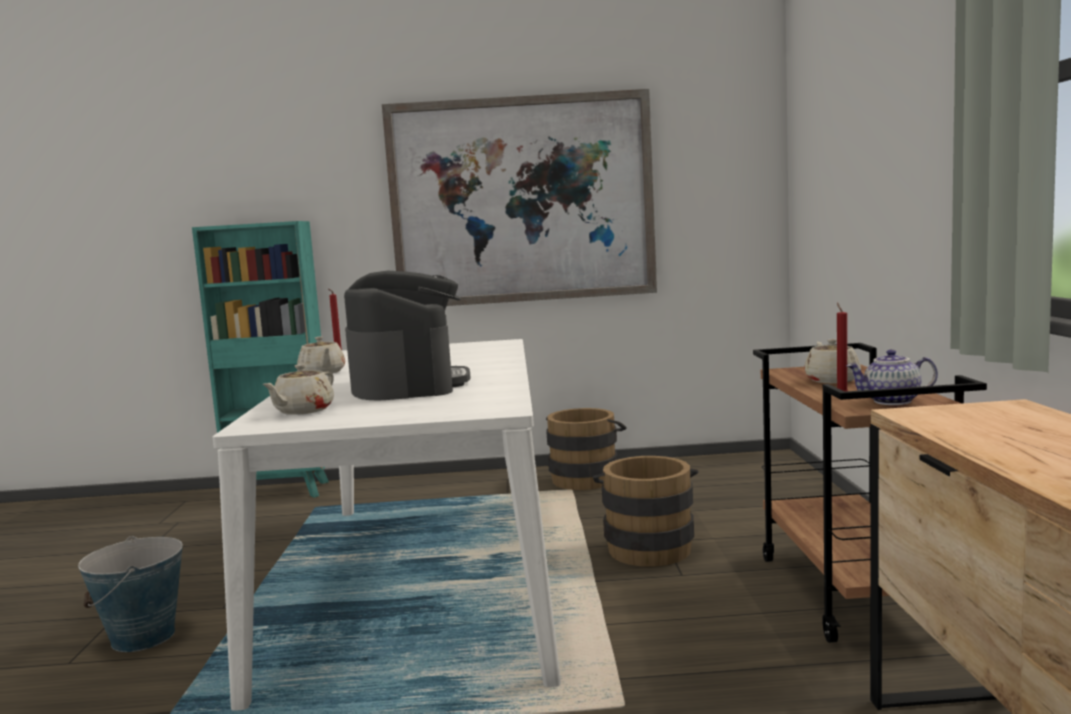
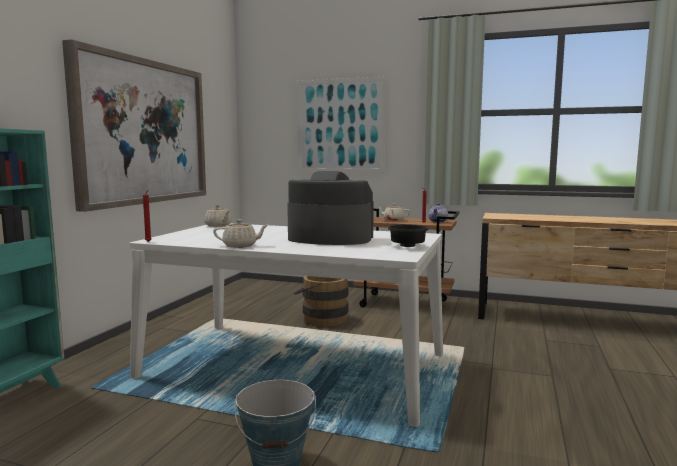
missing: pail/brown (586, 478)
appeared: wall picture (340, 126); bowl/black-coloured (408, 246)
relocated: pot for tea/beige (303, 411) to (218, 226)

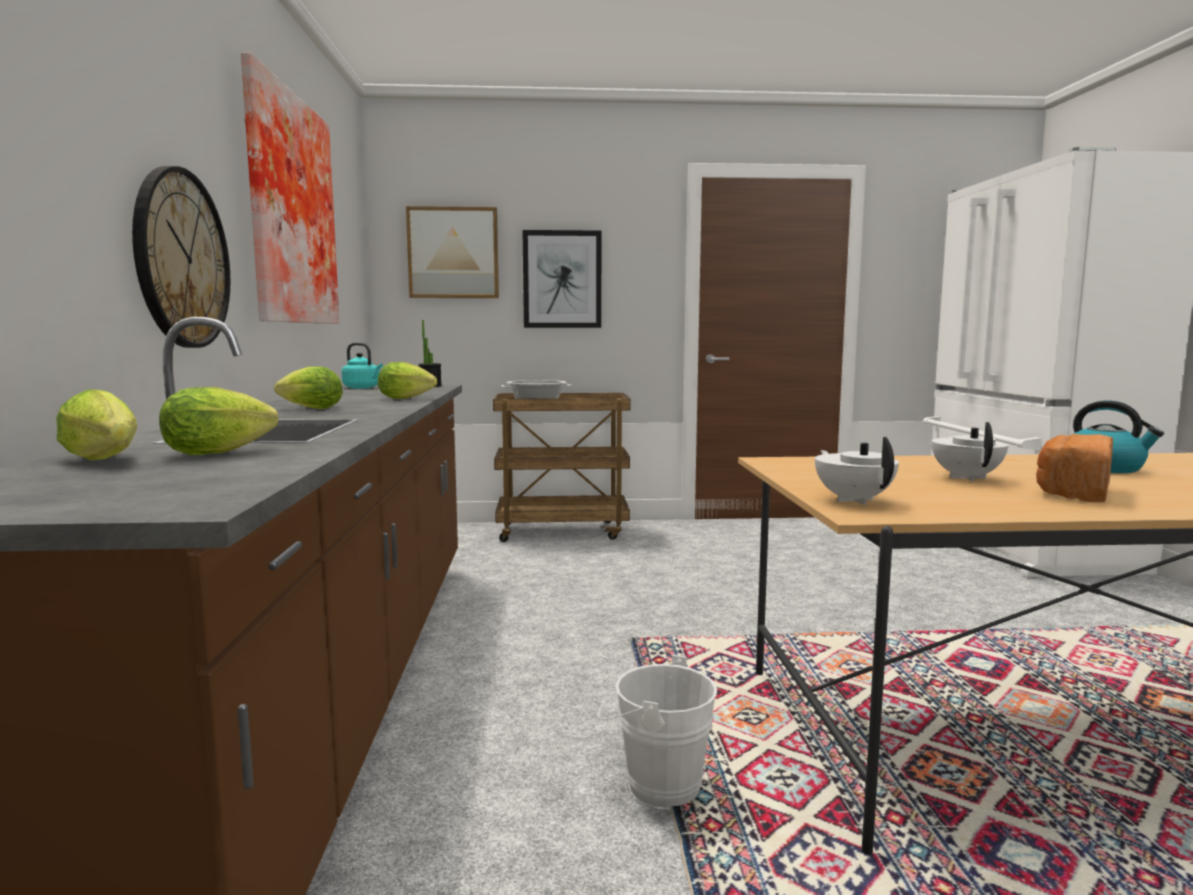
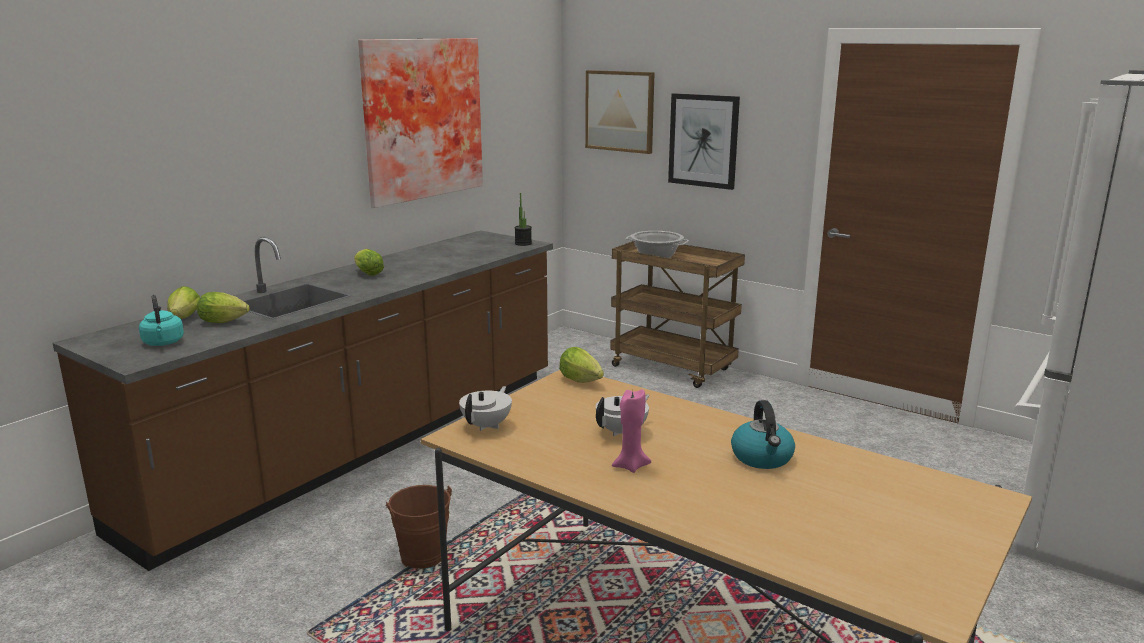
missing: clock on the wall (181, 259)
relocated: tea kettle/turquoise-coloured (363, 388) to (163, 343); lettuce head (409, 398) to (583, 382)
exchanged: bread (1071, 492) to candle/pink (630, 466)
colour: pail/white-coloured (656, 784) to pail/brown (421, 554)

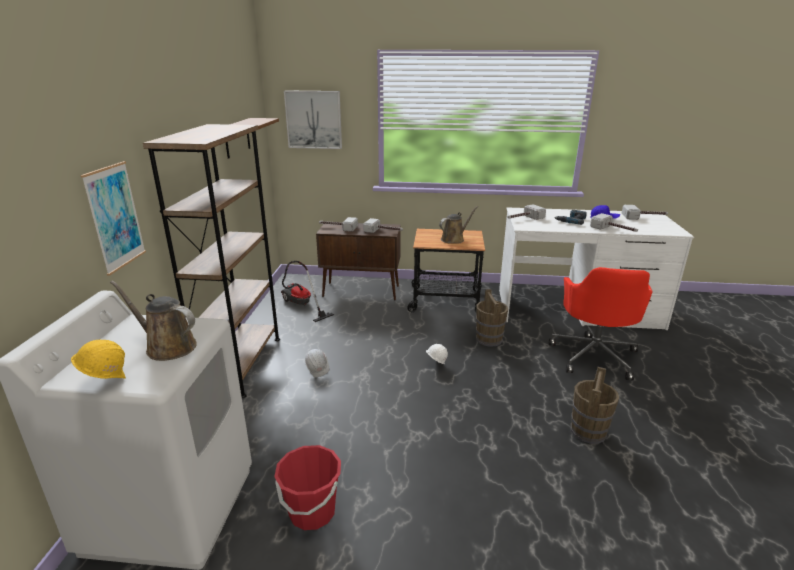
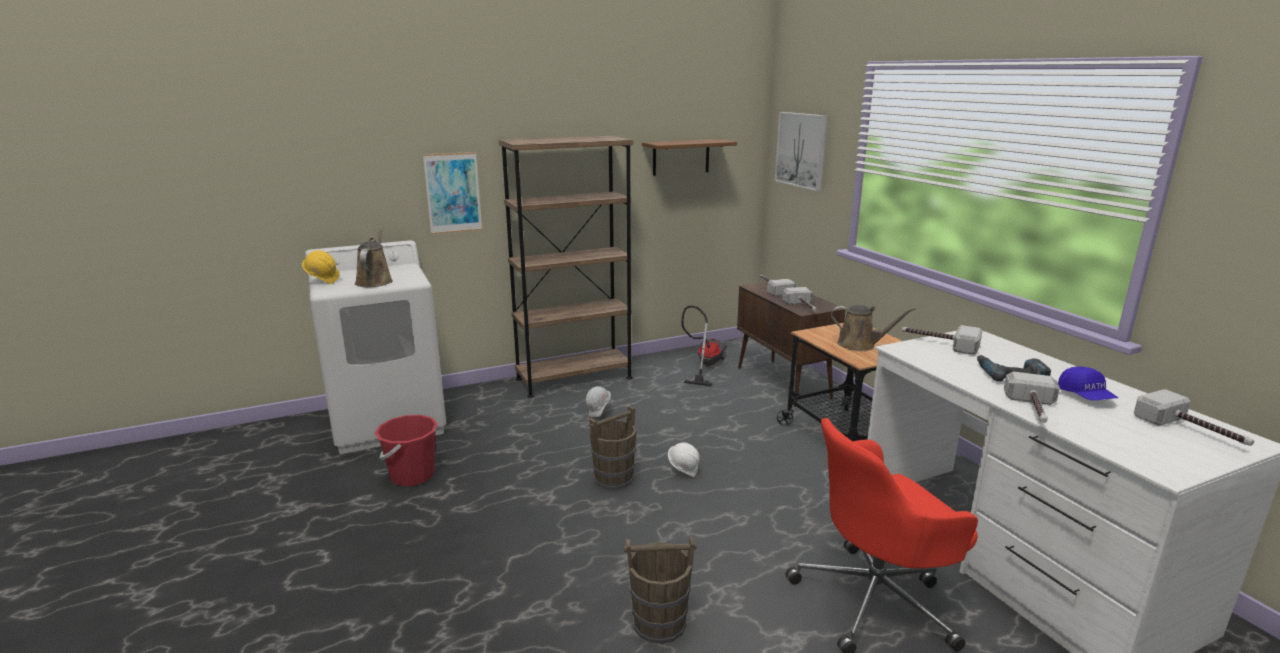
relocated: pail/brown (489, 339) to (614, 478)

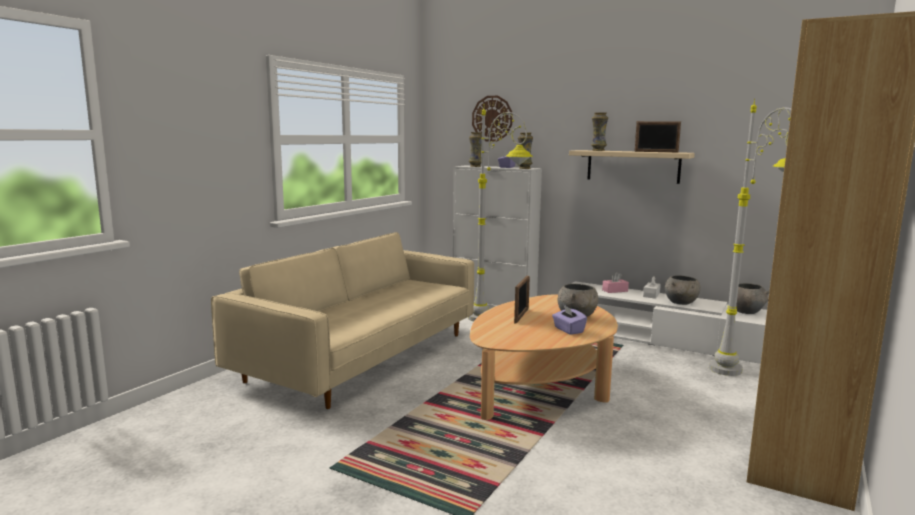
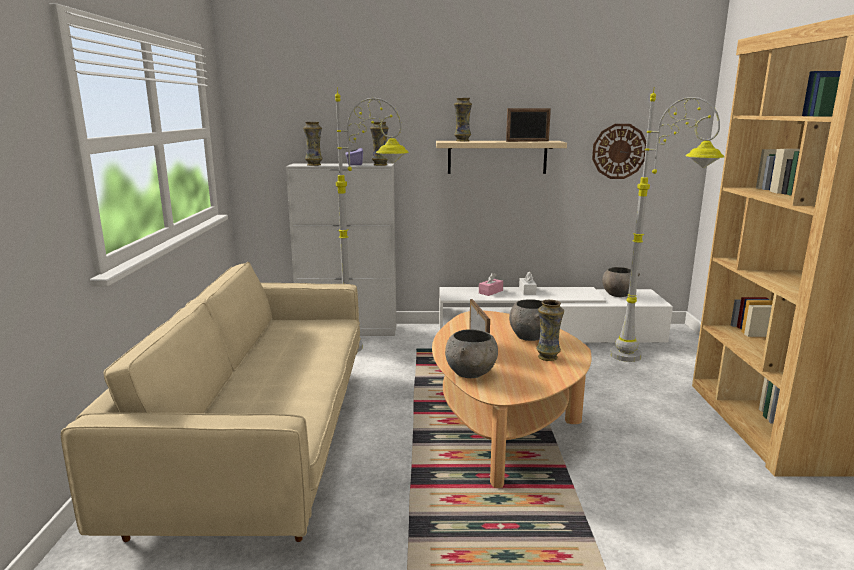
relocated: bowl/gray (681, 303) to (471, 373); clock on the wall (492, 118) to (619, 151)
exchanged: tissue holder/purple (568, 330) to decorative vase (548, 357)

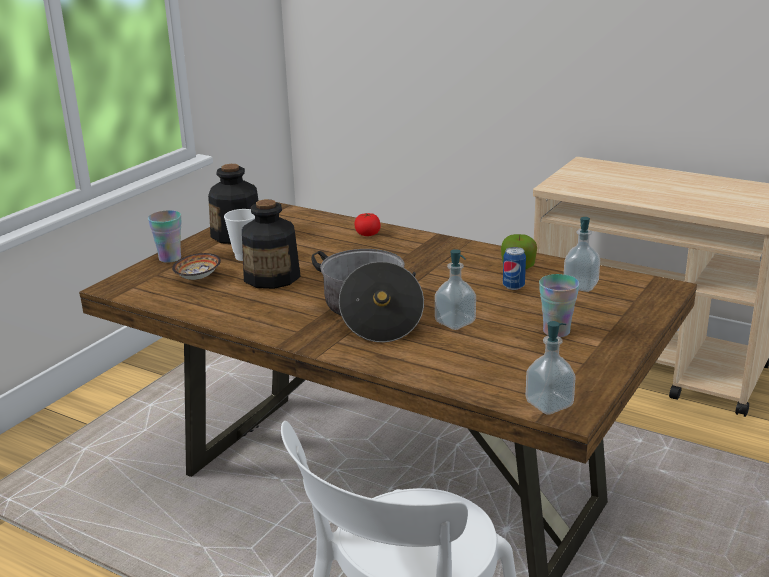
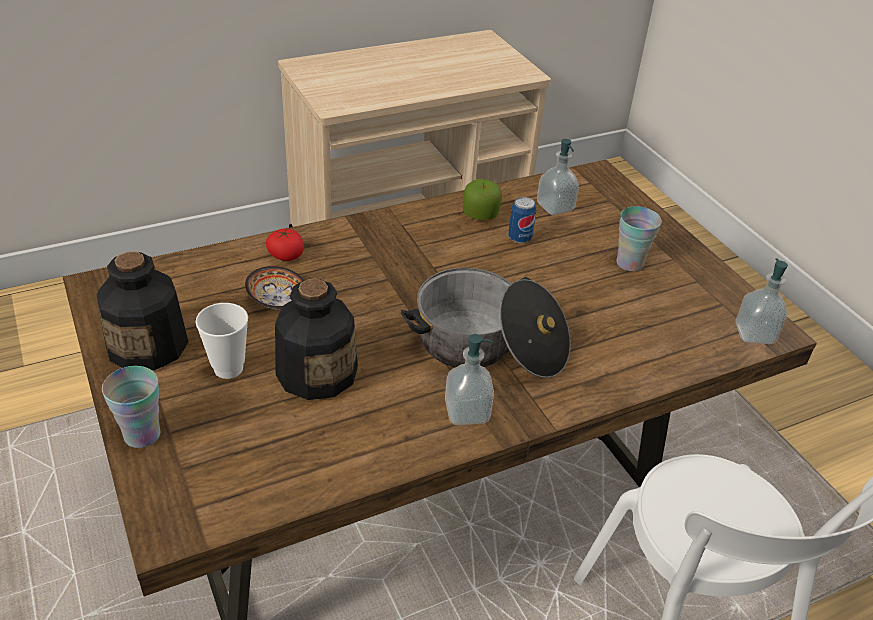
relocated: bowl (196, 278) to (277, 303); liquid soap bottle (455, 322) to (467, 412)

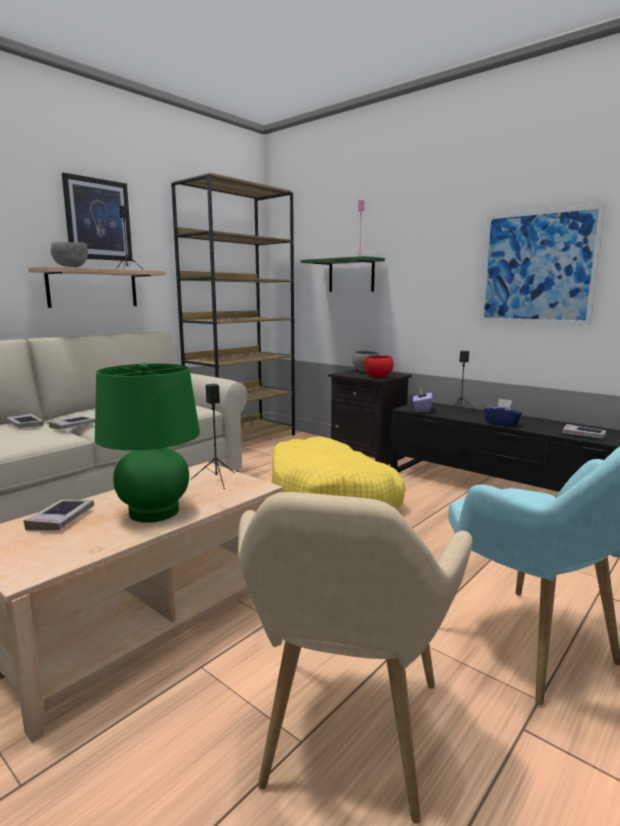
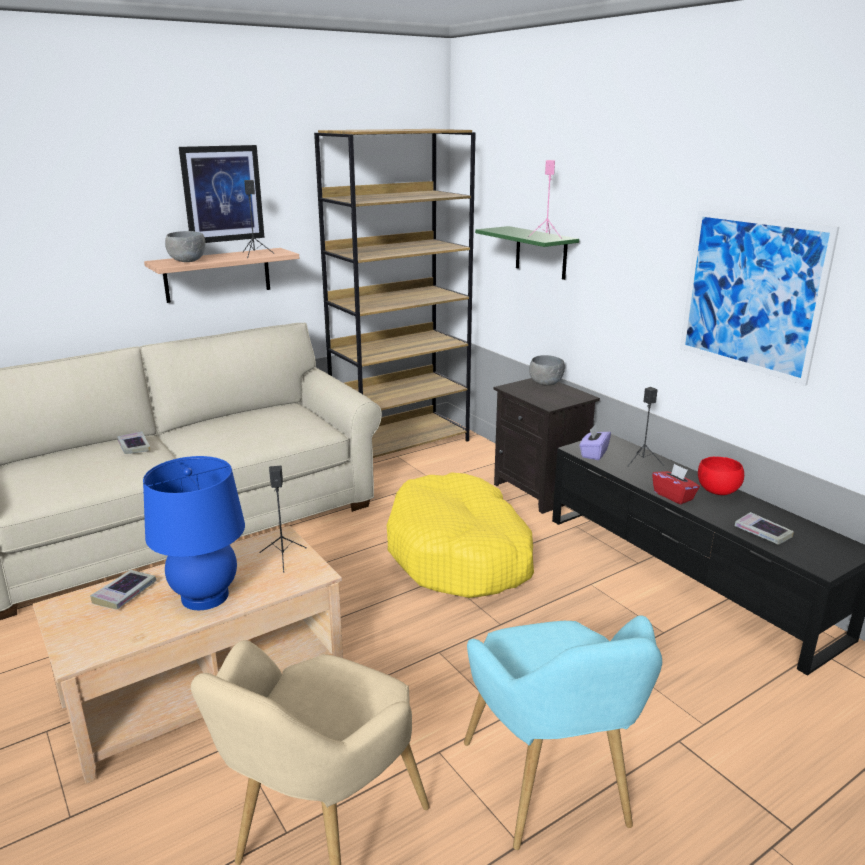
missing: volume (73, 426)
relocated: bowl/red-coloured (377, 377) to (717, 492)
colour: tabletop lamp/green-coloured (154, 512) to tabletop lamp/blue (205, 596); tissue holder/blue (502, 424) to tissue holder/red-coloured (674, 496)

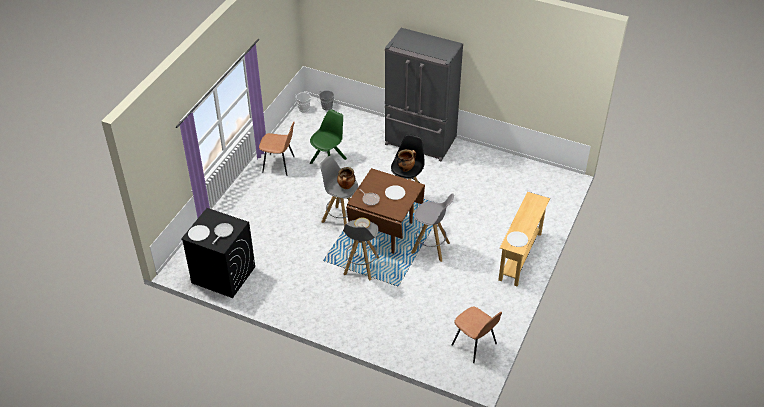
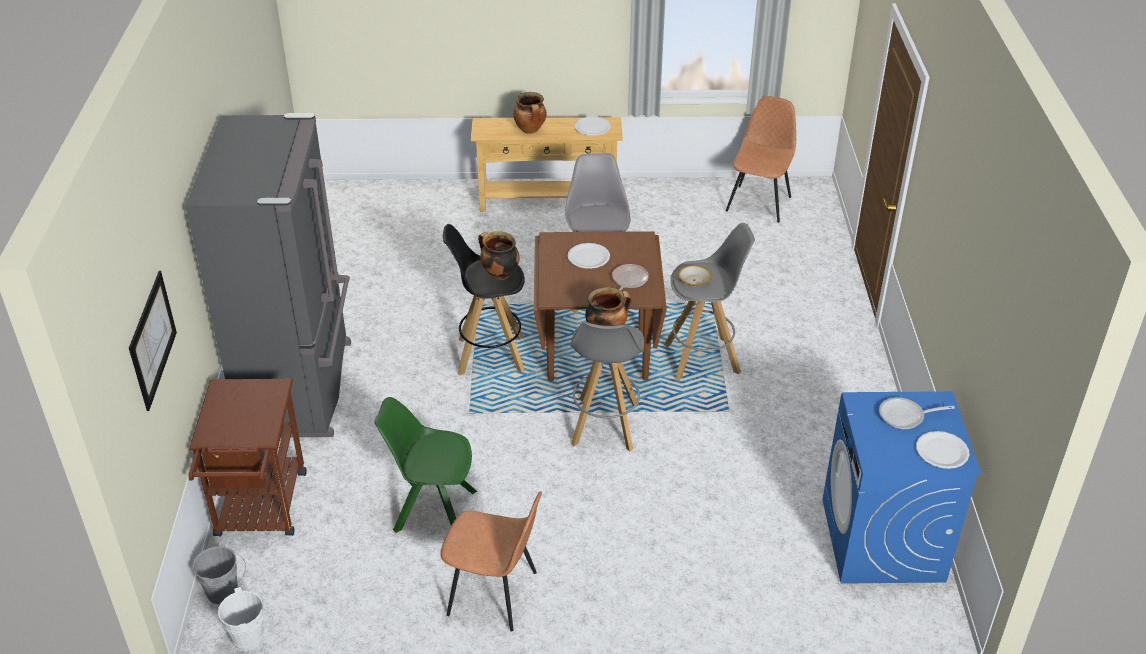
appeared: wall picture (152, 339); cart/brown (260, 511); stockpot (530, 130)
colour: laundry appliance/black-coloured (223, 275) to laundry appliance/blue (882, 540)
spun: upright chair/brown (279, 164) = (495, 594) 120 degrees clockwise

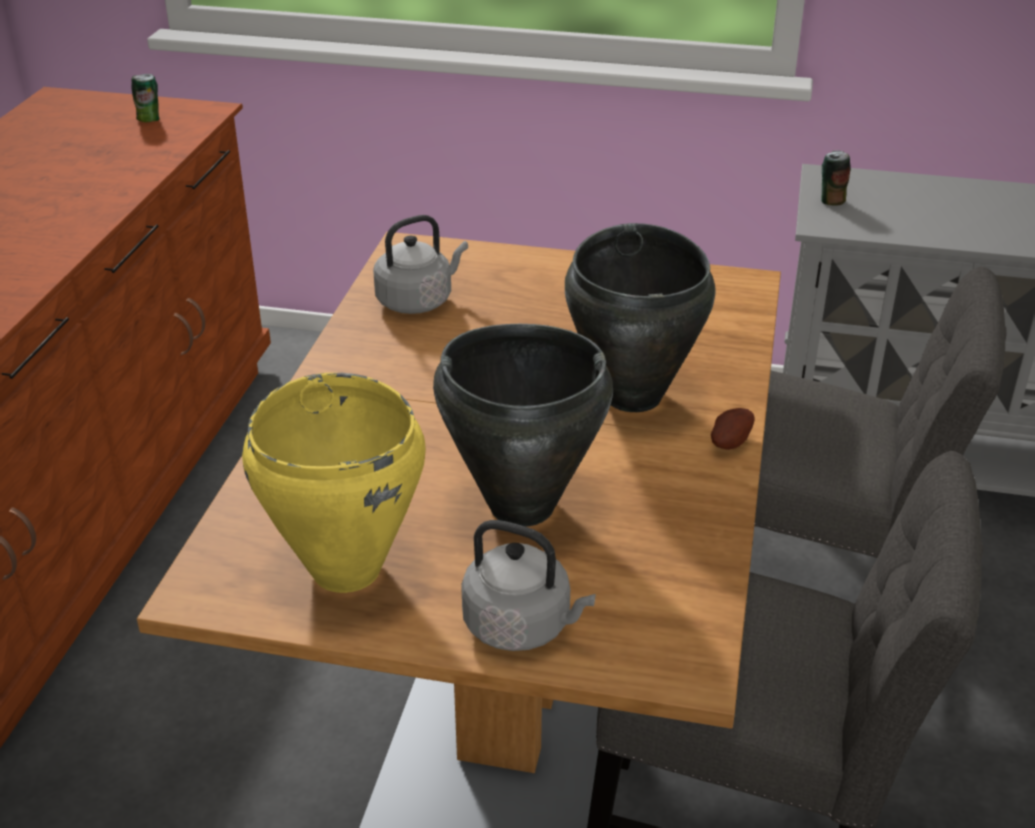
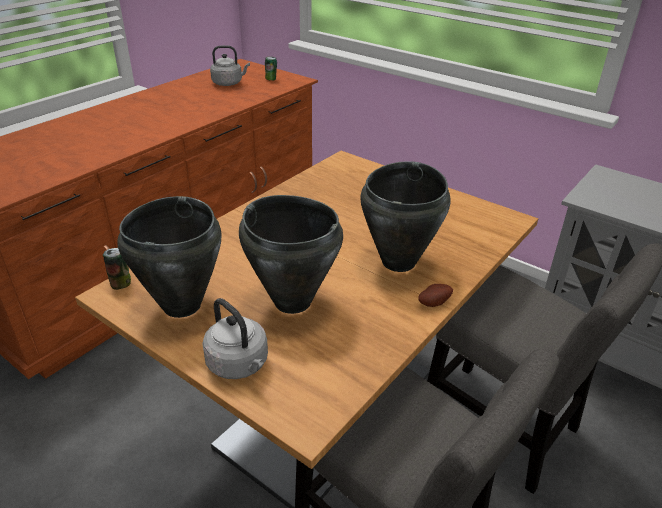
relocated: sealed can (831, 201) to (121, 283); tea kettle/gray (418, 301) to (229, 83)
colour: stockpot/yellow-coloured (345, 571) to stockpot/black-coloured (181, 305)

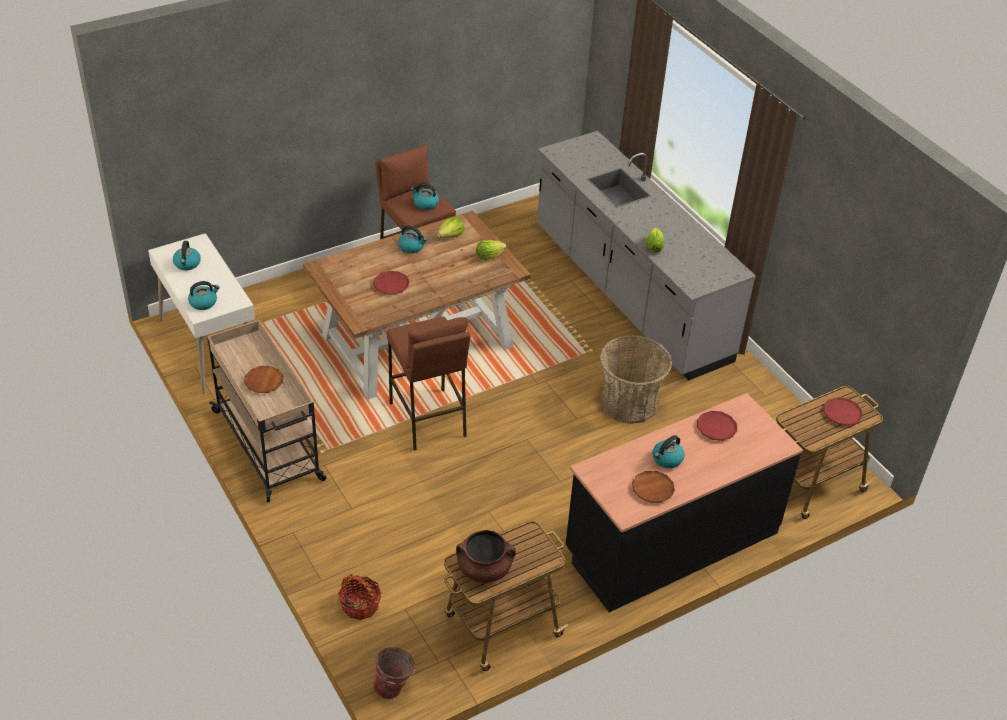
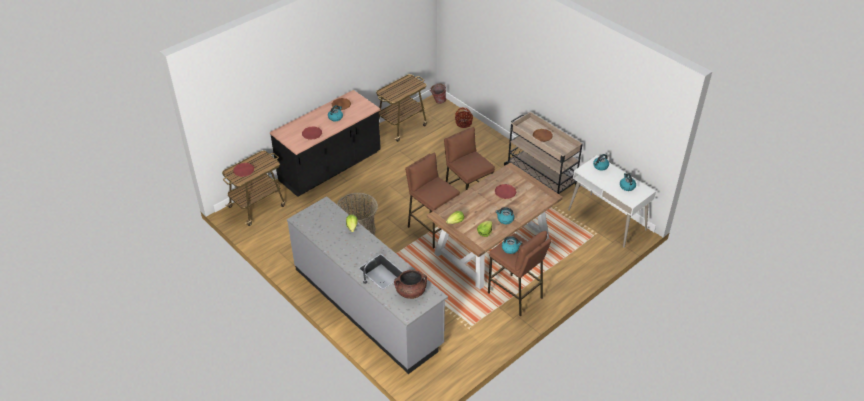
appeared: stool/brown (432, 229)
relocated: stockpot/brown (484, 569) to (411, 292)

